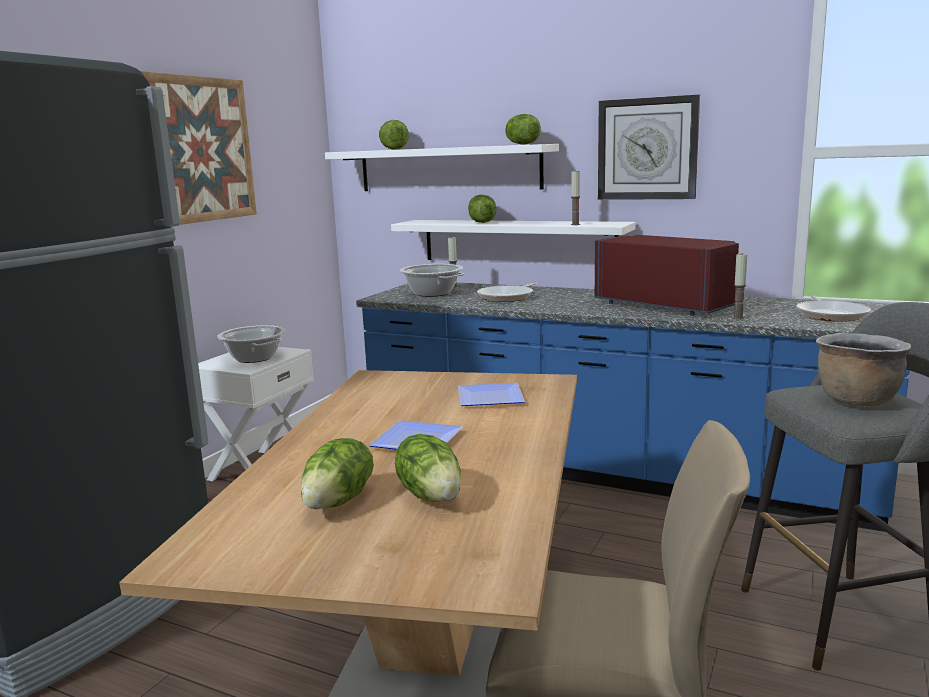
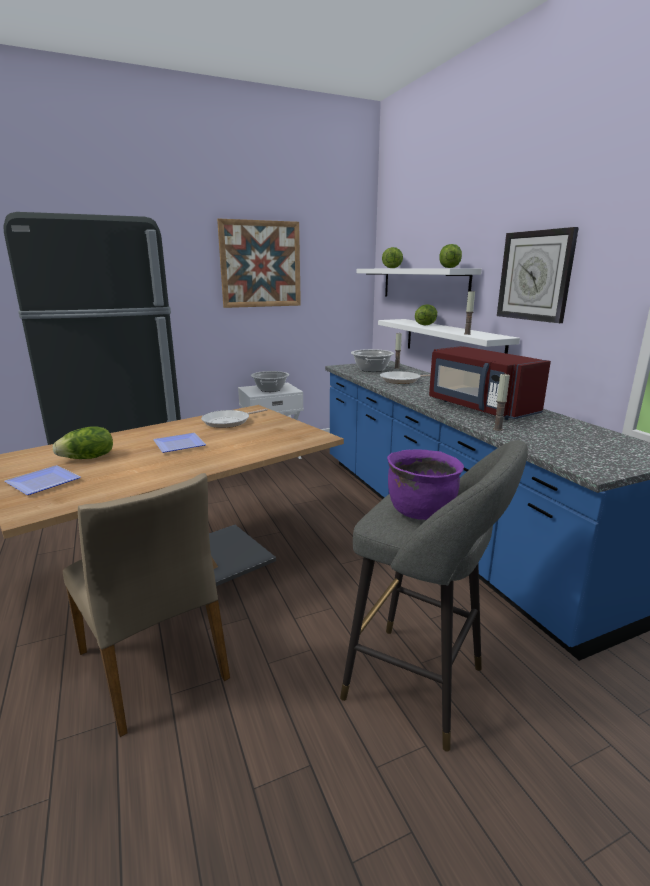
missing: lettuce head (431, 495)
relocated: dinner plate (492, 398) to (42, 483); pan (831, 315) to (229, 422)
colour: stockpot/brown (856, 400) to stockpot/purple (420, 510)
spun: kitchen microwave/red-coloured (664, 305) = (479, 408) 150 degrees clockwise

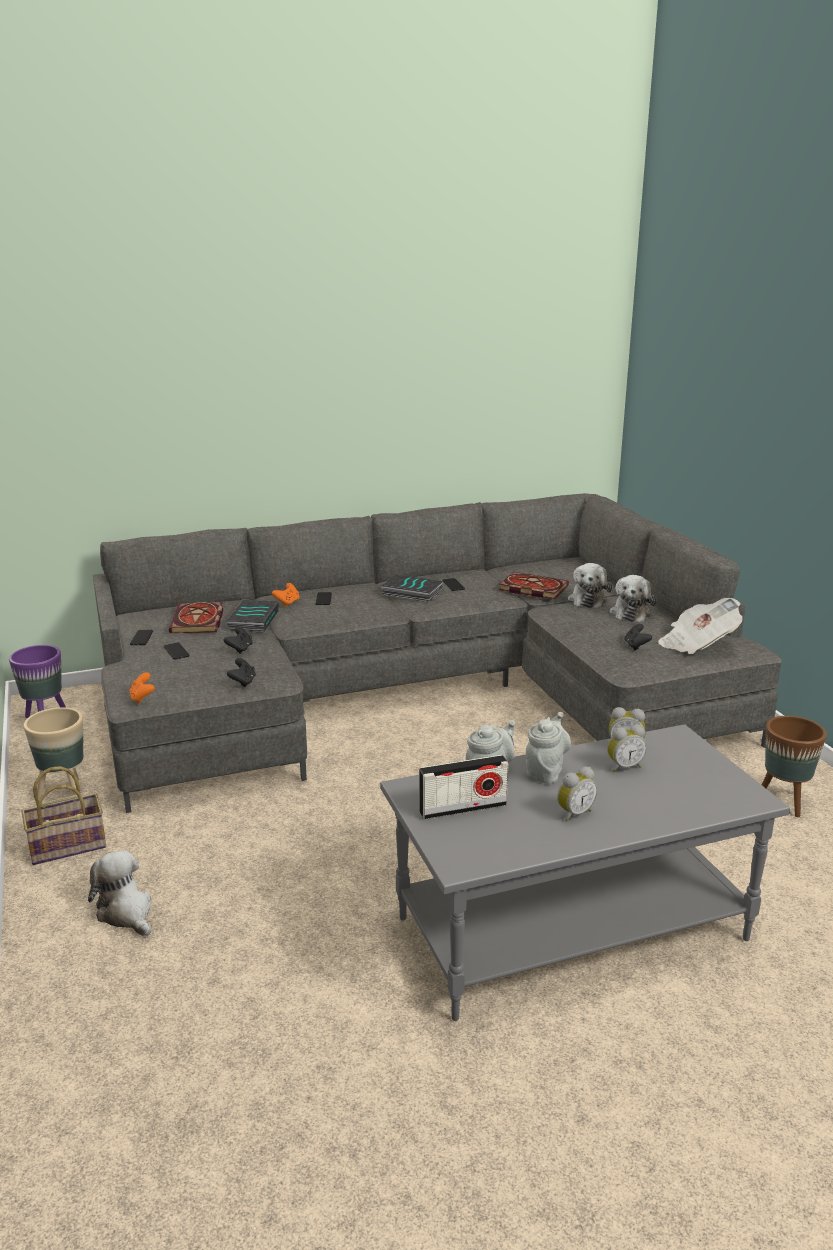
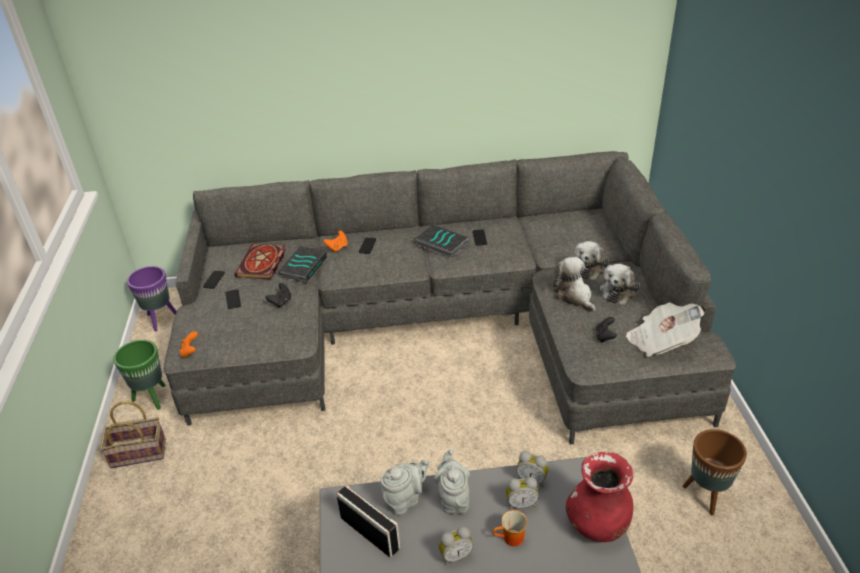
missing: gamepad/black-coloured (243, 682); volume (531, 588)
appeared: mug (511, 539); decorative vase/red-coloured (597, 524)
relocated: soft toy (126, 912) to (574, 296)
colour: plant pot/beige (64, 793) to plant pot/green-coloured (152, 398)
spun: radio (463, 808) = (370, 532) 135 degrees counterclockwise; pot for tea/gray (545, 771) = (453, 498) 45 degrees counterclockwise

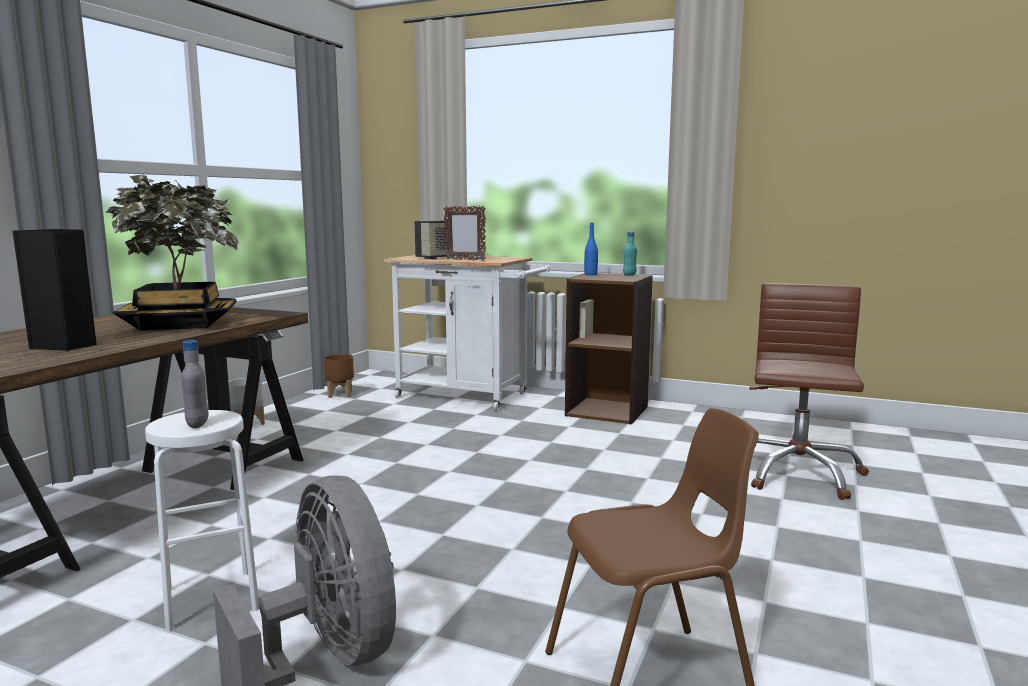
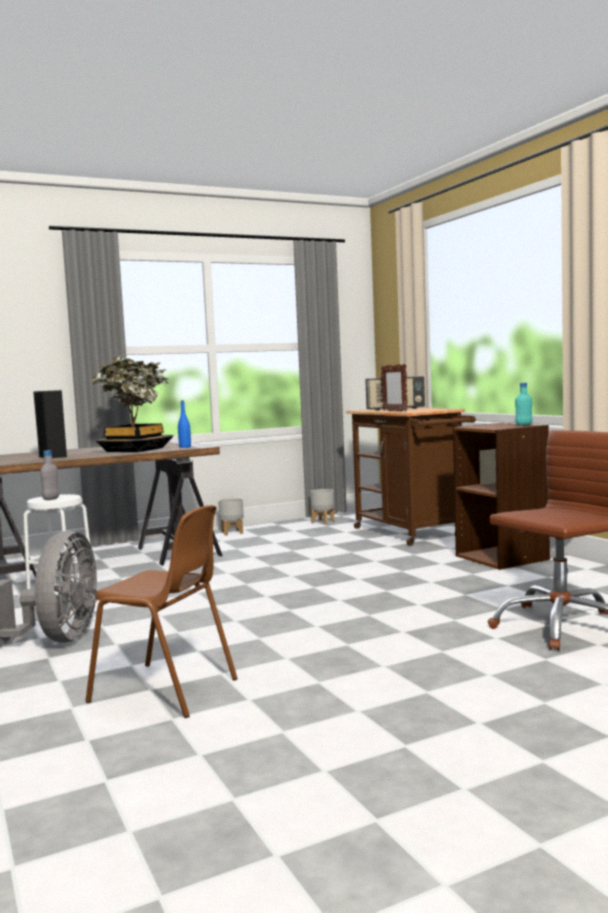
relocated: bottle/blue (590, 274) to (185, 447)
colour: plant pot/brown (340, 394) to plant pot/gray (323, 522); cart/white-coloured (469, 396) to cart/brown (411, 533)

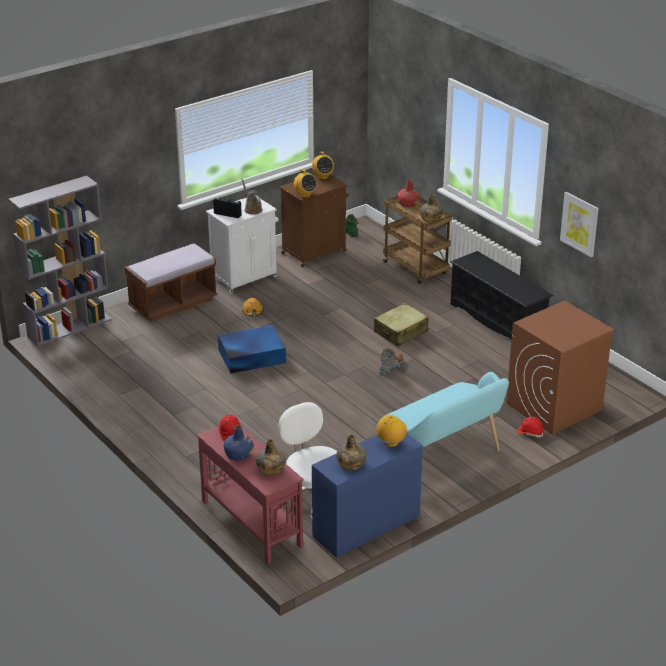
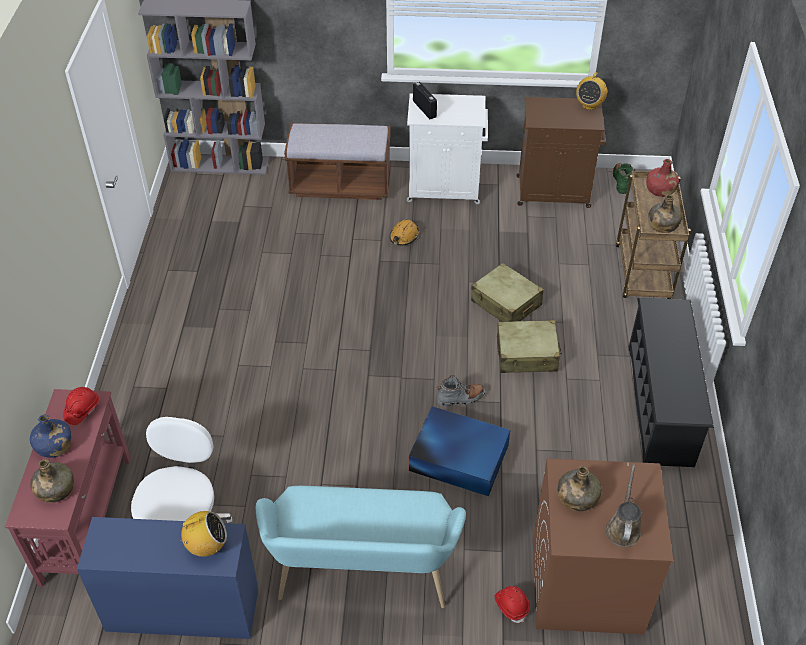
missing: radio (305, 195); wall picture (579, 224)
appeared: piece of luggage/beige (506, 303)
relocated: storage box/blue (251, 356) to (457, 457); bottle/green-coloured (350, 464) to (577, 498); watering pot/brown (252, 209) to (623, 528)

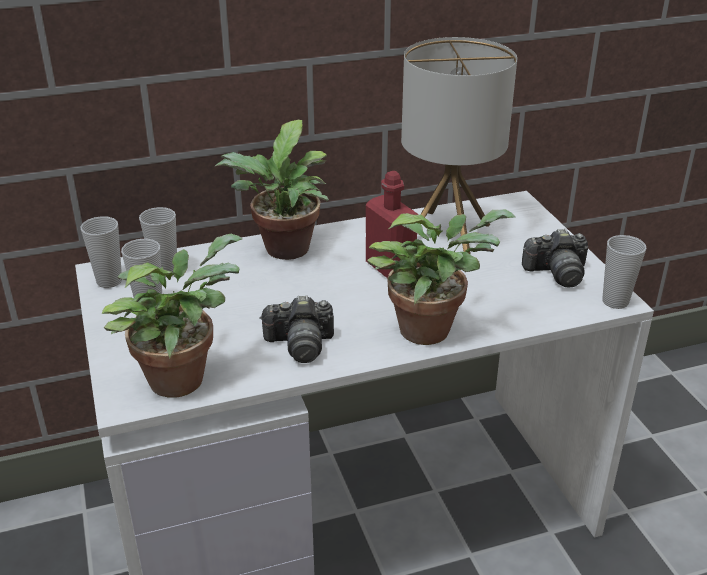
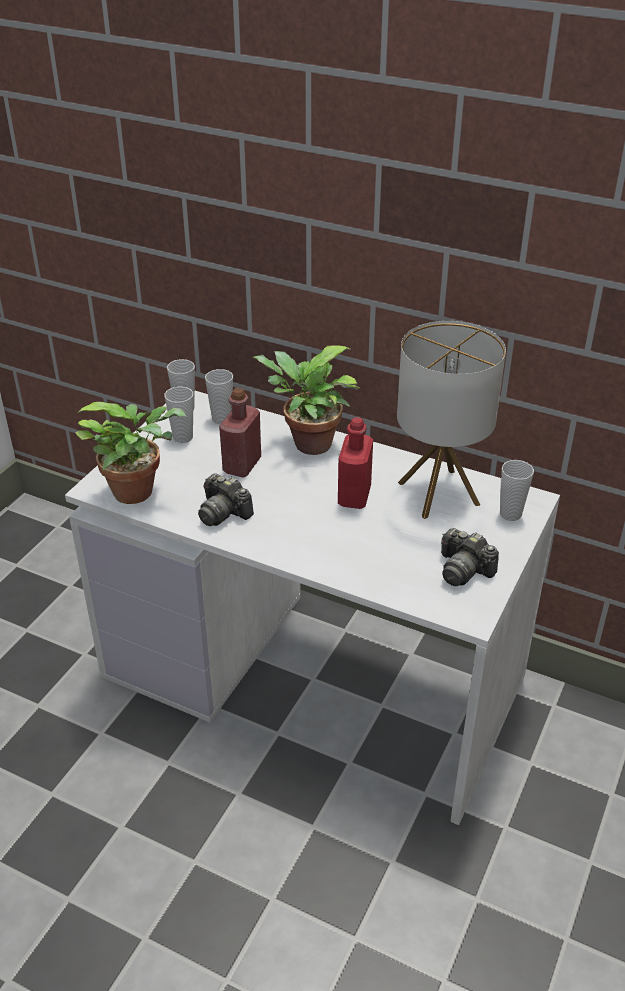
missing: potted plant (430, 328)
appeared: bottle/red-coloured (242, 465)
relocated: cup (615, 301) to (510, 514)

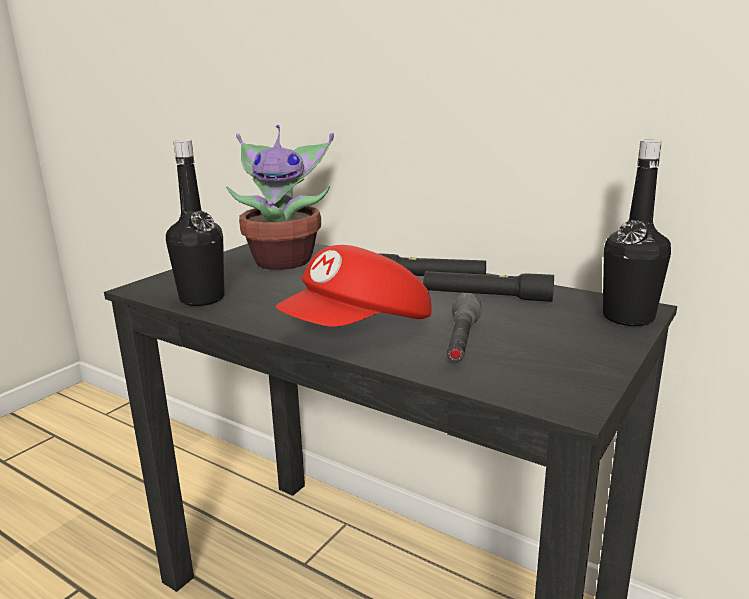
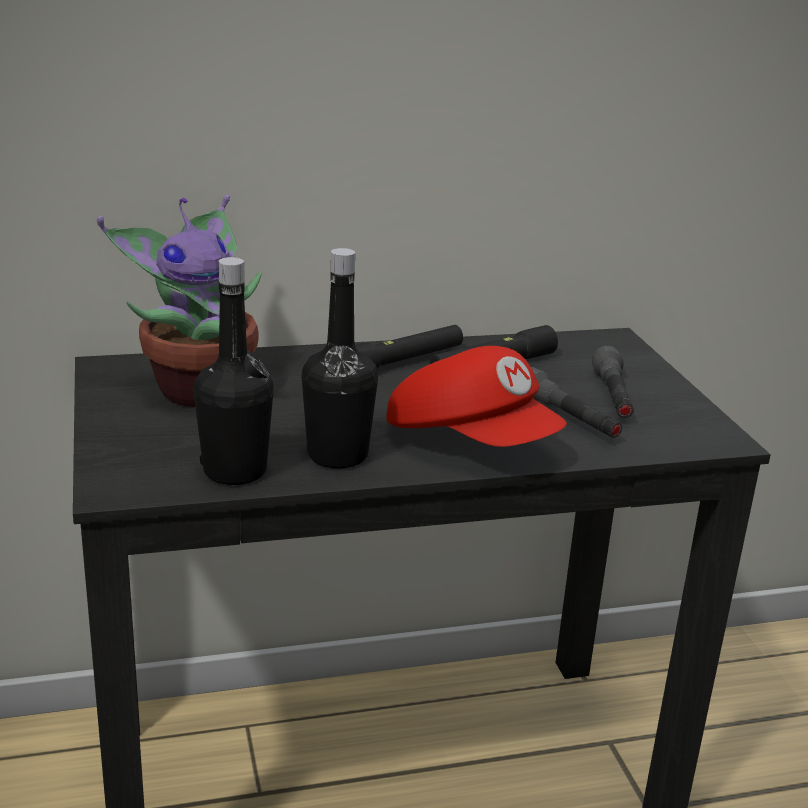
appeared: flashlight/gray (613, 397)
relocated: bottle/black-coloured (628, 317) to (337, 455)
spun: baseball cap/red-coloured (359, 330) = (472, 441) 45 degrees counterclockwise

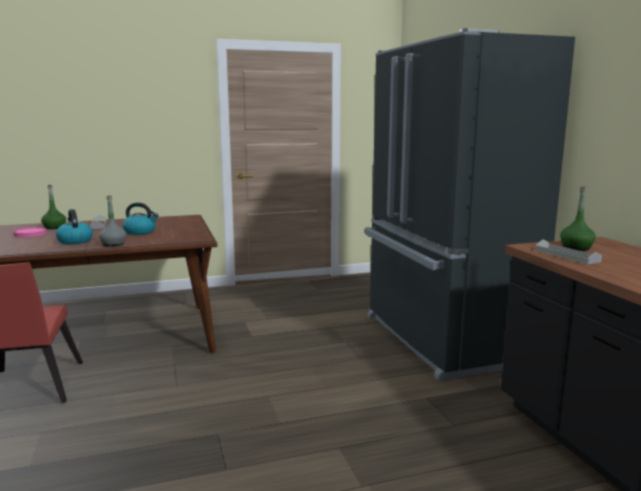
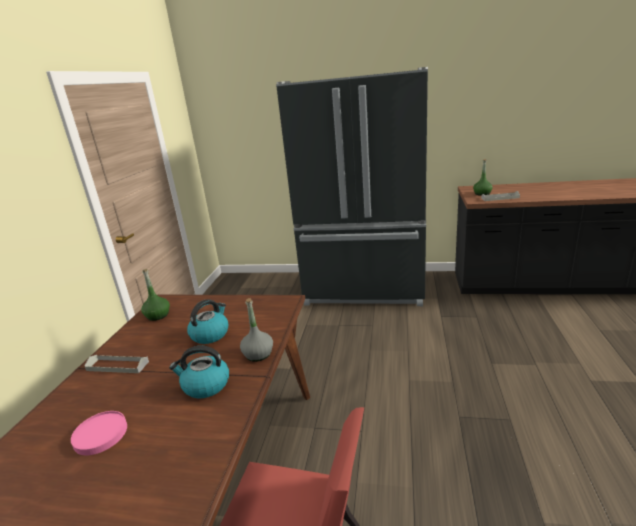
relocated: bottle/green-coloured (54, 227) to (157, 315)

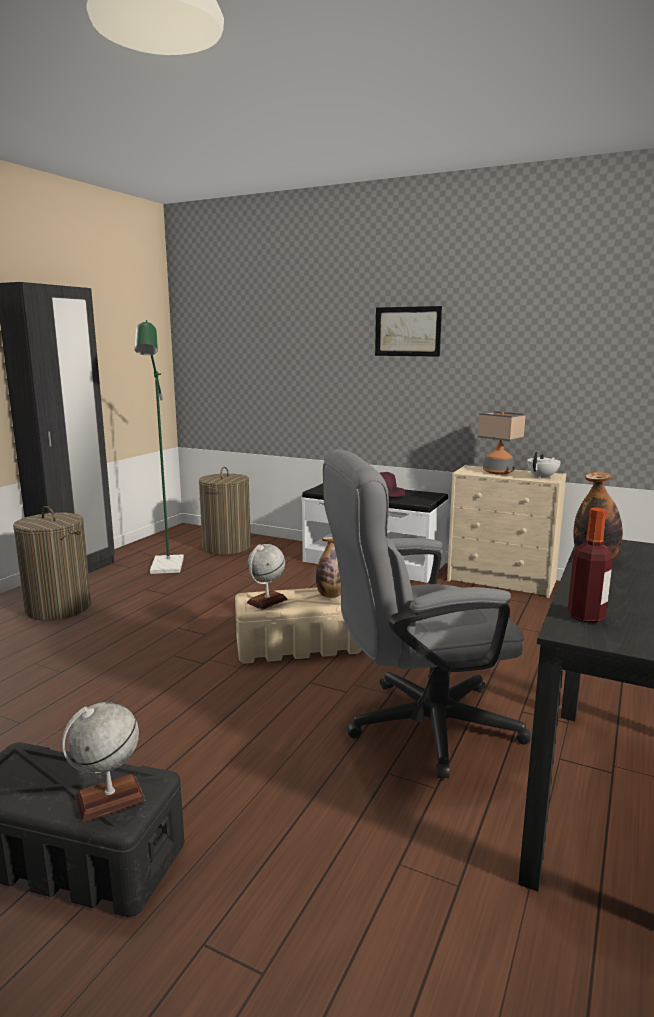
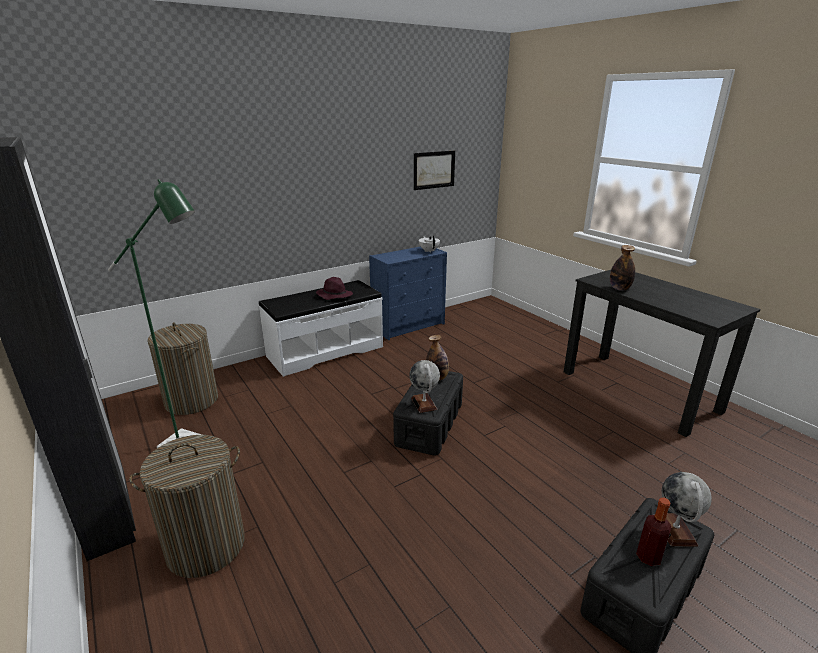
missing: desk chair/gray (417, 726); tabletop lamp (498, 472)
relocated: wall picture (407, 331) to (434, 170); bottle (586, 616) to (648, 557)
colour: dresser/beige (502, 581) to dresser/blue (409, 326); storage box/beige (299, 645) to storage box/black-coloured (430, 423)

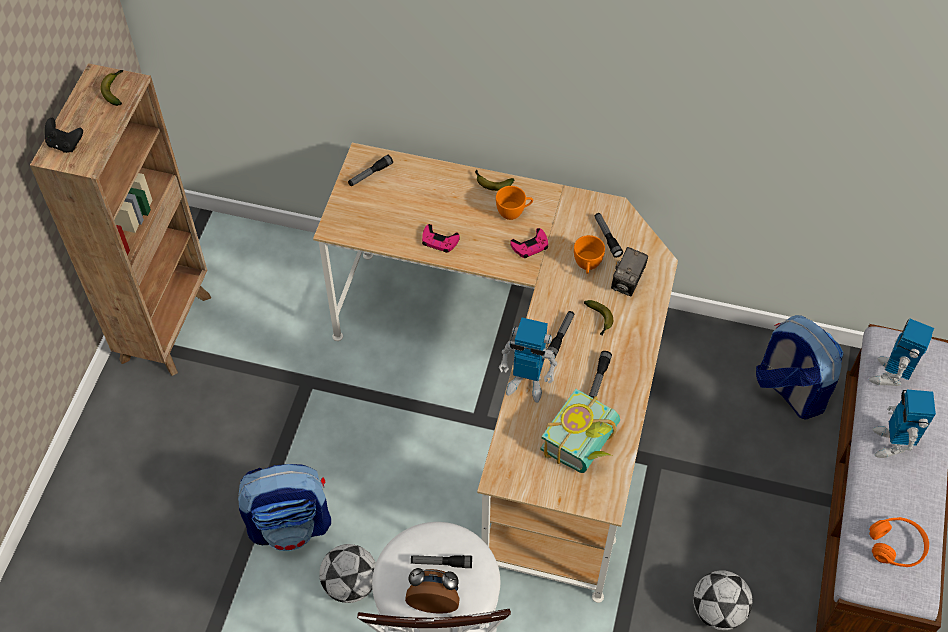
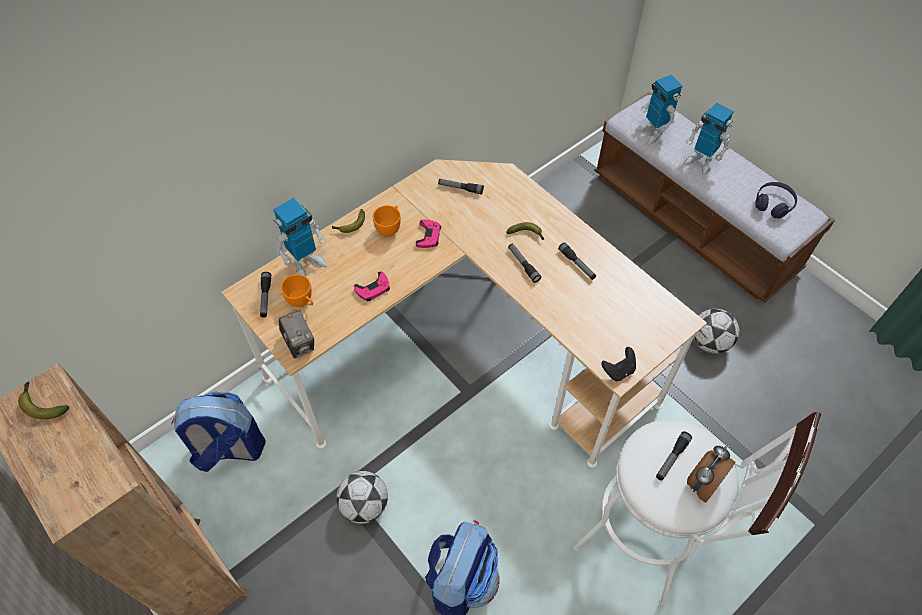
missing: volume (586, 444)
relocated: rucksack (789, 390) to (229, 449); toy robot (526, 383) to (306, 263); still camera (627, 283) to (300, 343); cup/orangey (587, 266) to (302, 302); football (350, 584) to (365, 505); gamepad/black-coloured (65, 144) to (618, 371)
colour: headset/orangey (896, 546) to headset/purple (773, 204)

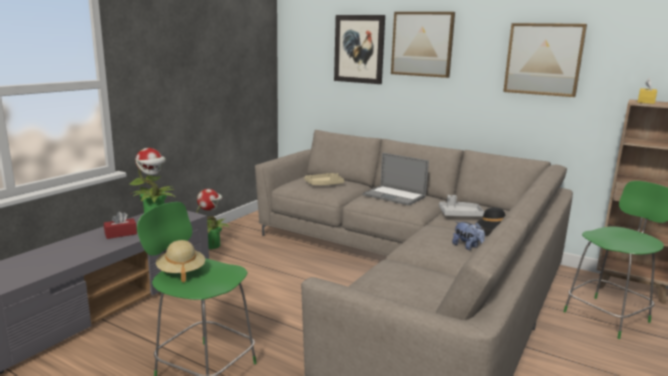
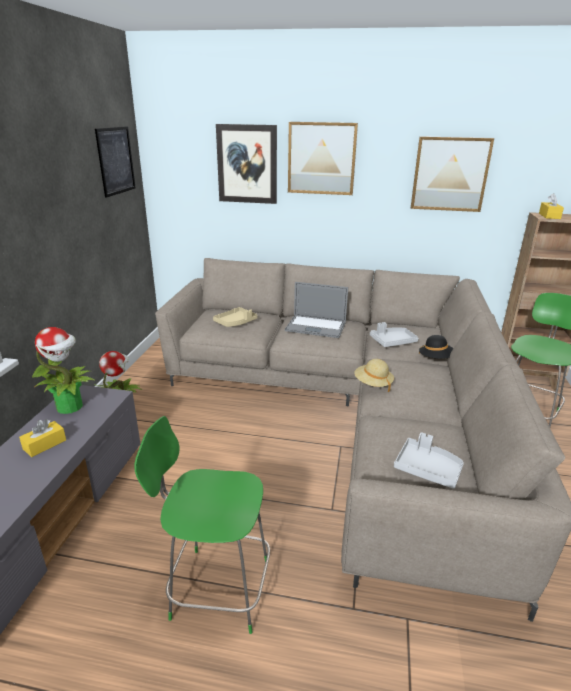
missing: soft toy (467, 247)
appeared: wall picture (116, 161); serving tray/gray (427, 469)
relocated: clothing hat/beige (181, 272) to (373, 384)
colour: tissue holder/red-coloured (121, 234) to tissue holder/yellow-coloured (44, 444)

